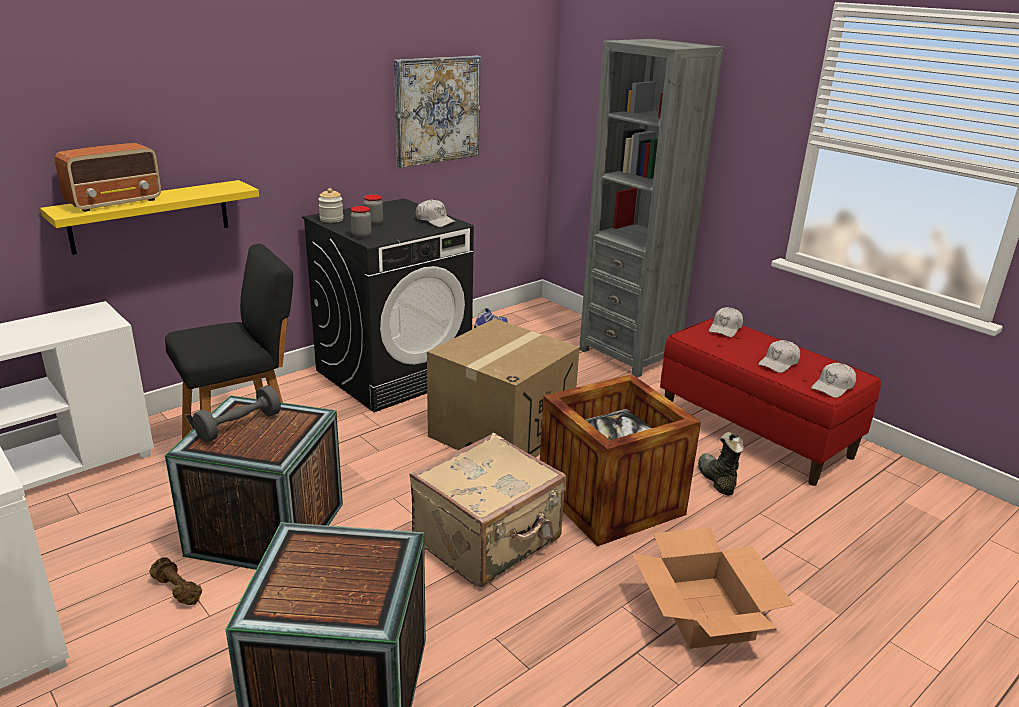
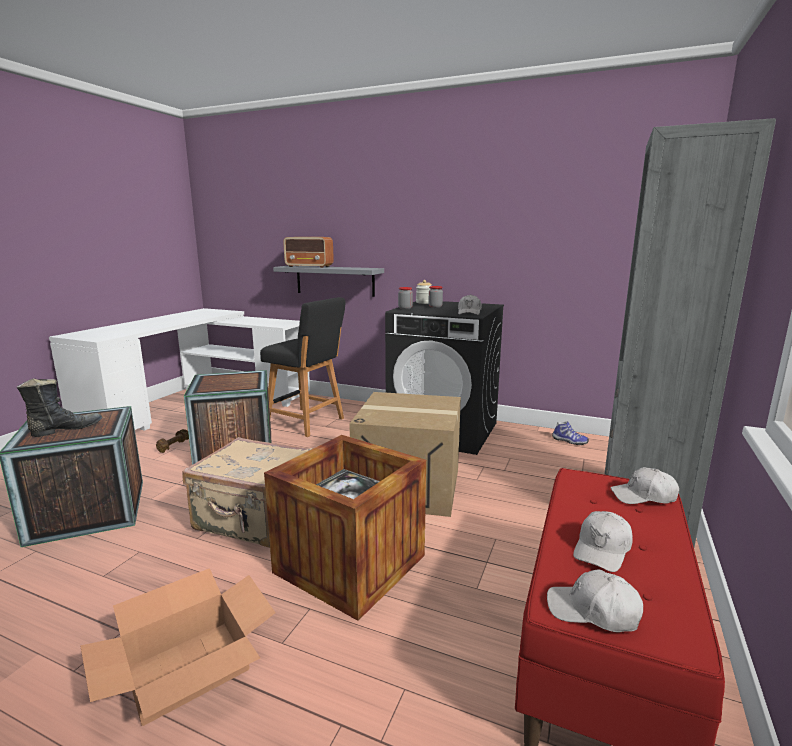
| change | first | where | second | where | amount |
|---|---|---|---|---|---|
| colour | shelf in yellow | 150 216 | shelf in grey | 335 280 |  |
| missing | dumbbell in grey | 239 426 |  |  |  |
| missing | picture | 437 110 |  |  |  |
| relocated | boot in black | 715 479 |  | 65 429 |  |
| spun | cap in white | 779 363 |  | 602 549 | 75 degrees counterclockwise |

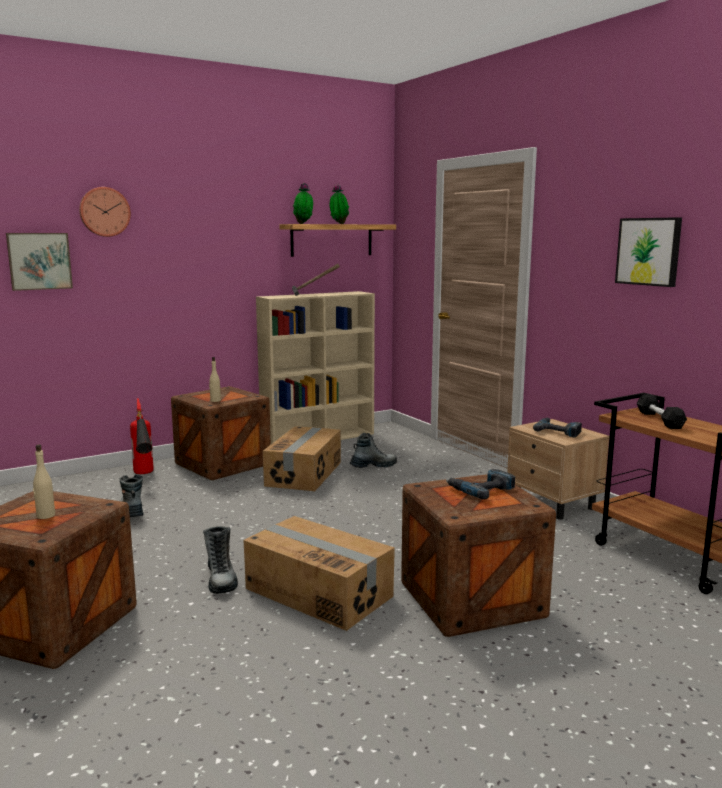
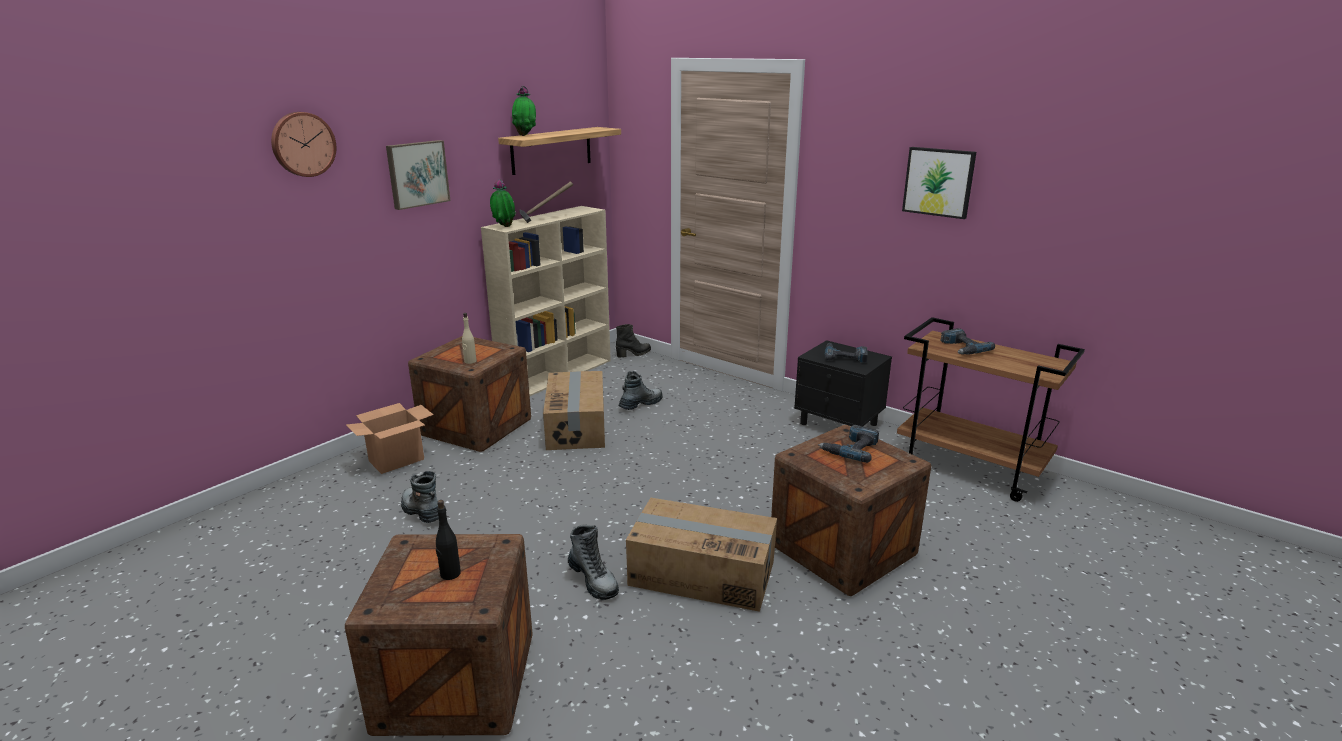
| change | first | where | second | where | amount |
|---|---|---|---|---|---|
| relocated | picture | 39 261 |  | 417 174 |  |
| colour | bottle in beige | 45 516 | bottle in black | 450 574 |  |
| exchanged | fire extinguisher | 144 477 | cardboard box | 397 460 |  |
| relocated | potted plant | 338 224 |  | 504 227 |  |
| colour | nightstand in beige | 554 504 | nightstand in black | 839 424 |  |
| exchanged | dumbbell in black | 659 420 | power drill | 961 348 |  |
| appeared |  |  | boot in black | 634 354 |  |

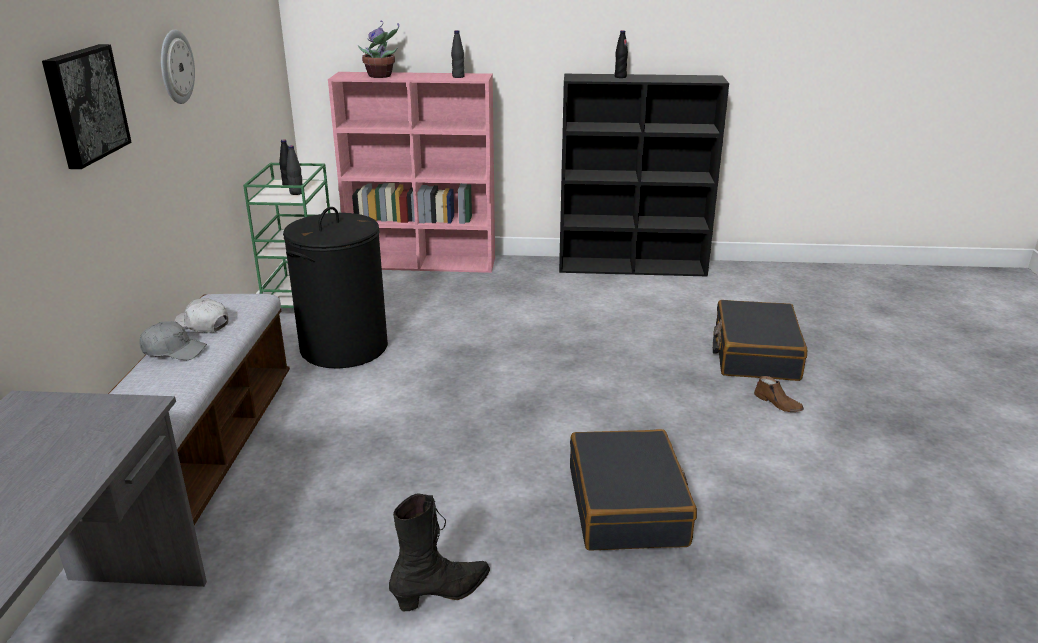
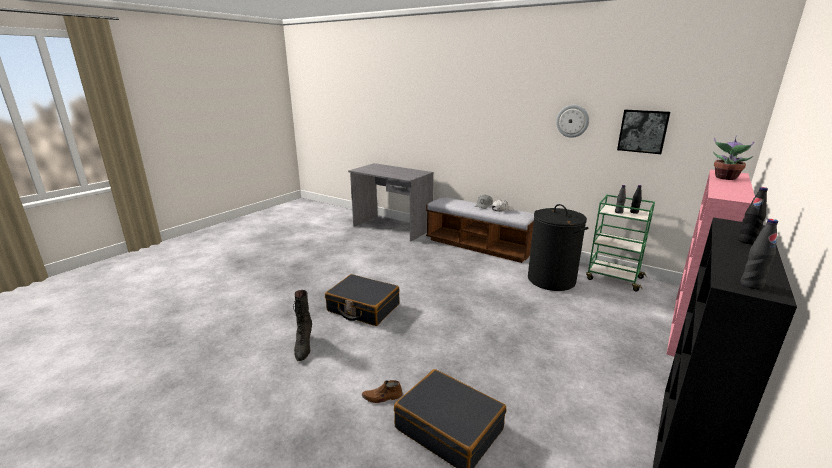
| change | first | where | second | where | amount |
|---|---|---|---|---|---|
| relocated | picture | 84 105 |  | 643 131 |  |
| relocated | boot in black | 443 593 |  | 303 347 |  |
| relocated | bottle in black | 458 77 |  | 751 285 |  |

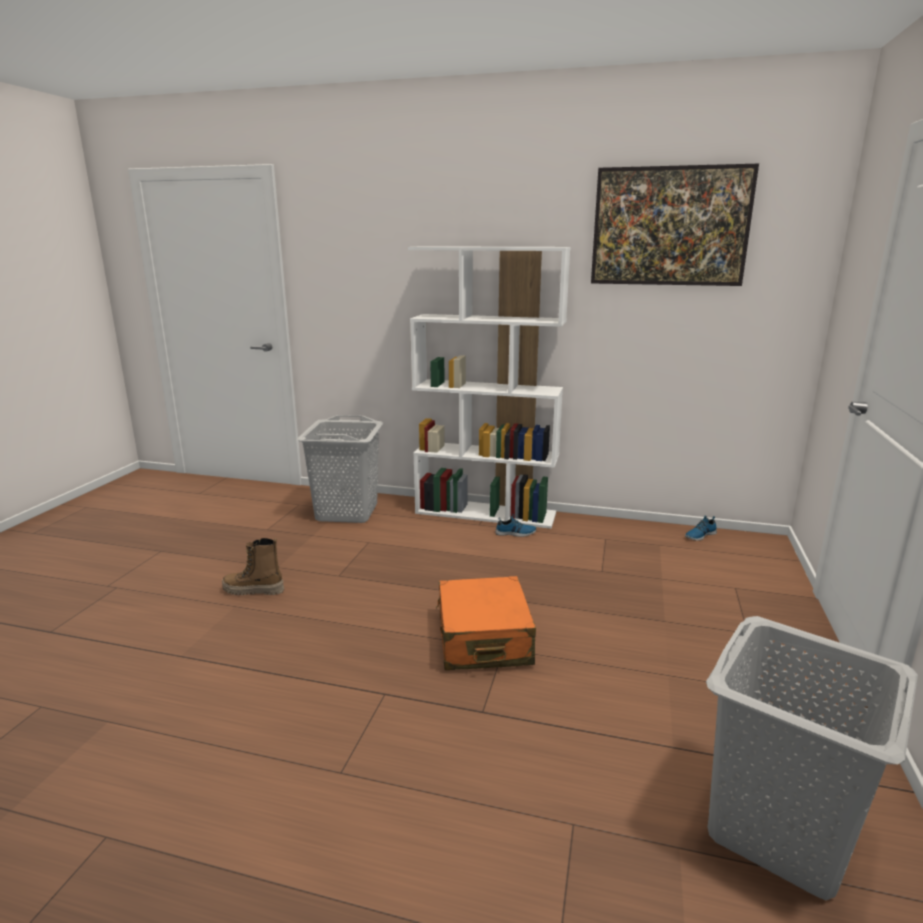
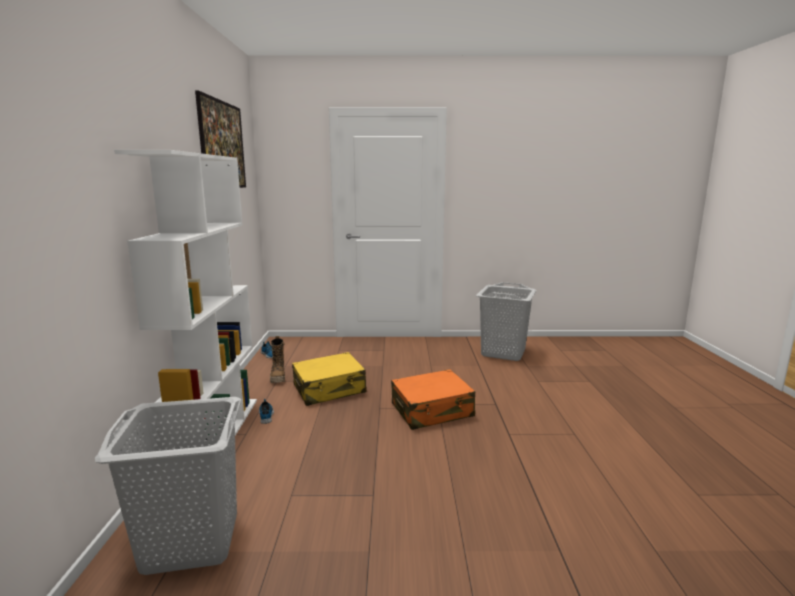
| change | first | where | second | where | amount |
|---|---|---|---|---|---|
| relocated | boot | 253 591 |  | 278 377 |  |
| appeared |  |  | suitcase in yellow | 329 389 |  |

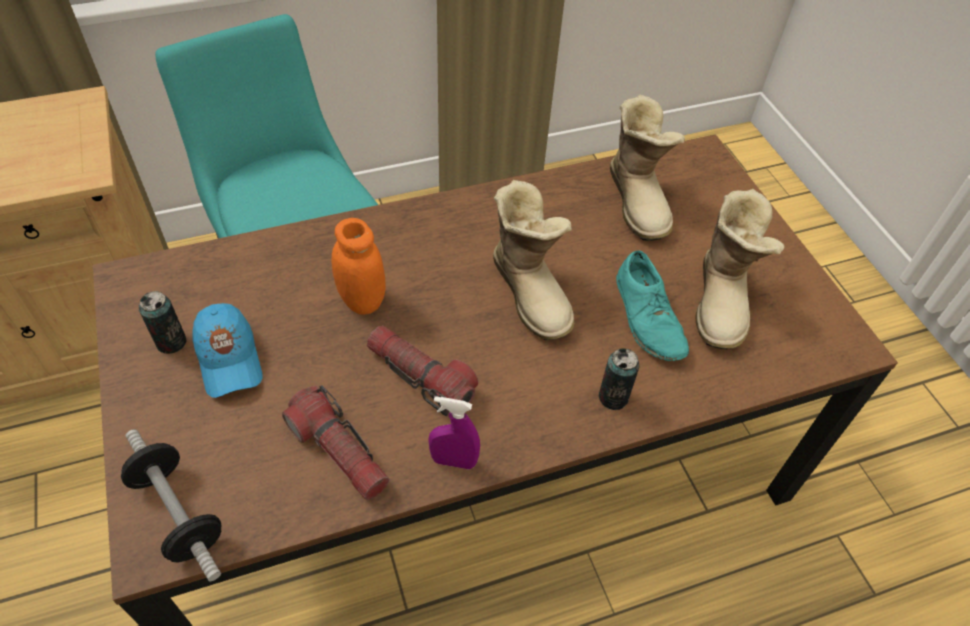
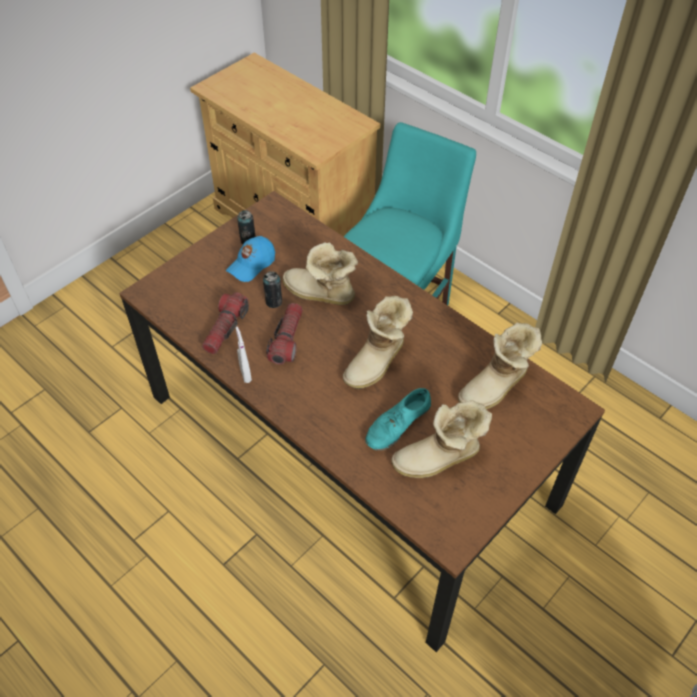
| change | first | where | second | where | amount |
|---|---|---|---|---|---|
| missing | dumbbell | 178 513 |  |  |  |
| exchanged | jar in orange | 362 300 | boot | 320 294 |  |
| colour | spray bottle in purple | 454 461 | spray bottle in white | 245 374 |  |
| relocated | can | 613 397 |  | 274 302 |  |

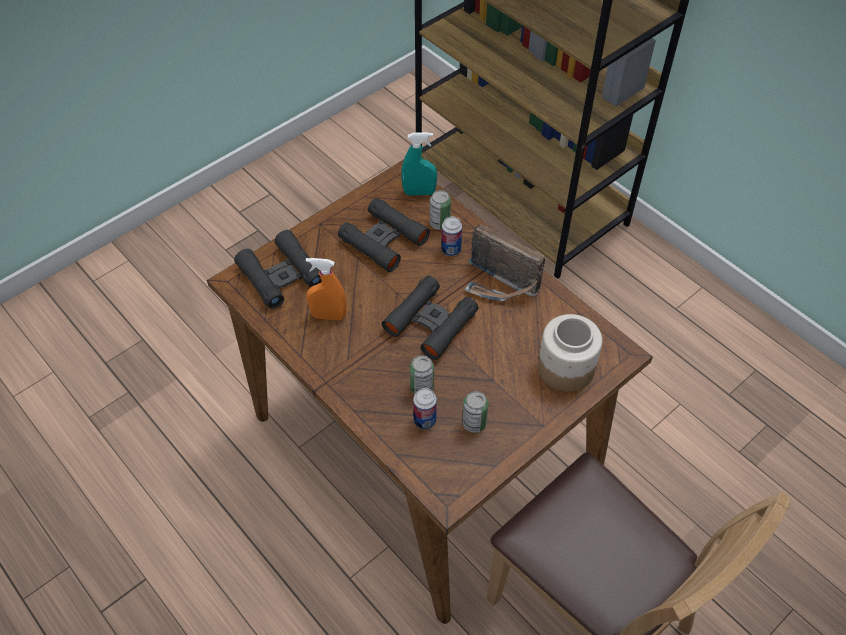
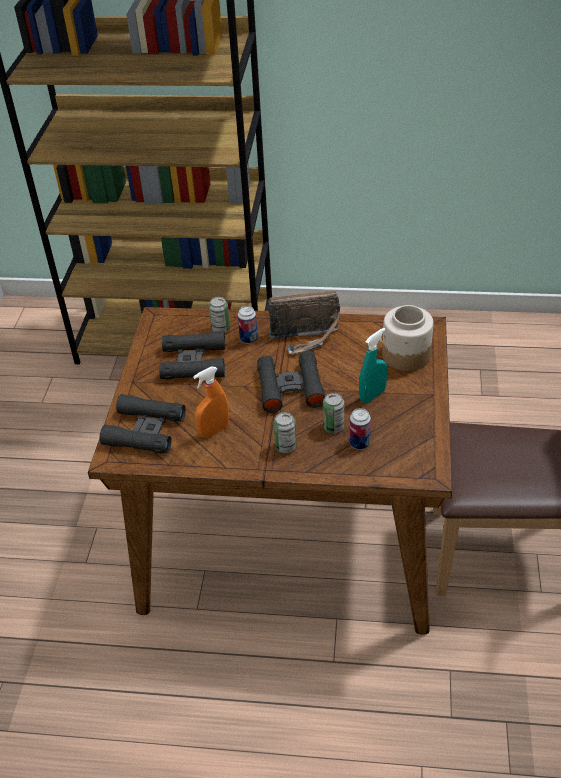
| change | first | where | second | where | amount |
|---|---|---|---|---|---|
| relocated | spray bottle in turquoise | 419 192 |  | 372 395 |  |
| relocated | can | 474 423 |  | 285 447 |  |

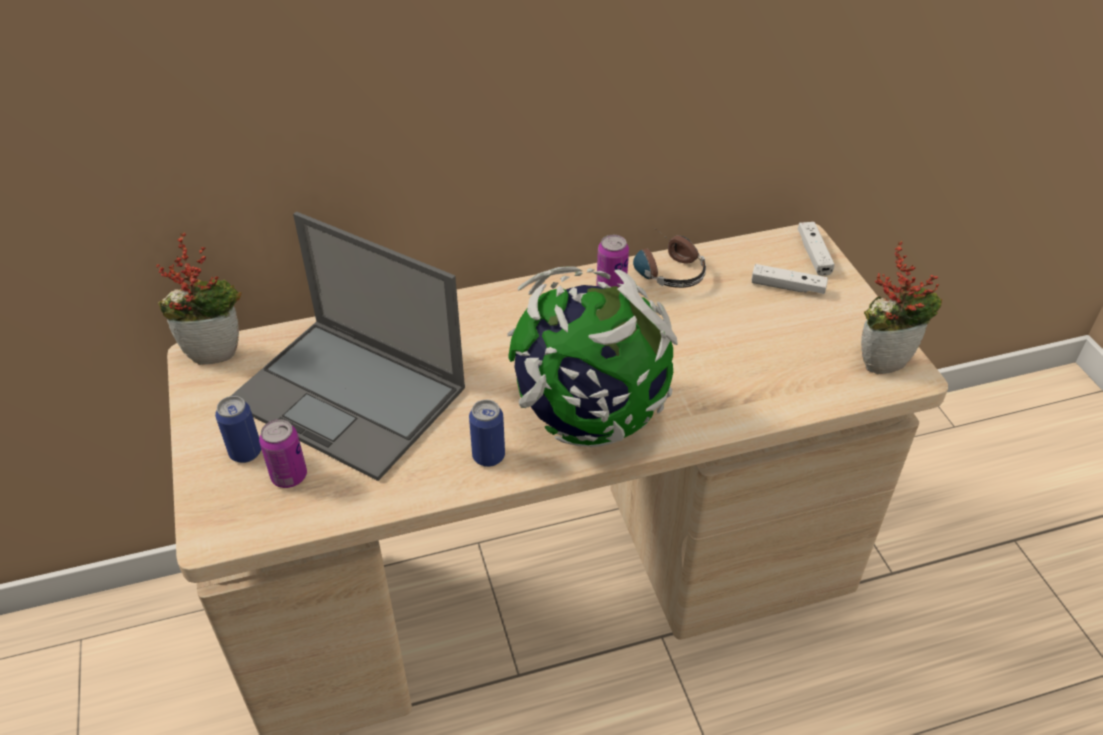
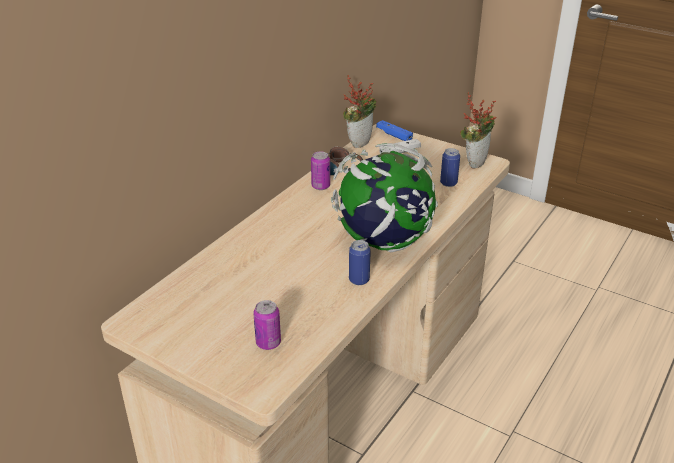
| change | first | where | second | where | amount |
|---|---|---|---|---|---|
| relocated | potted plant | 217 352 |  | 359 142 |  |
| relocated | can | 245 452 |  | 448 183 |  |
| missing | laptop | 350 396 |  |  |  |
| colour | game controller in white | 813 254 | game controller in blue | 394 135 |  |

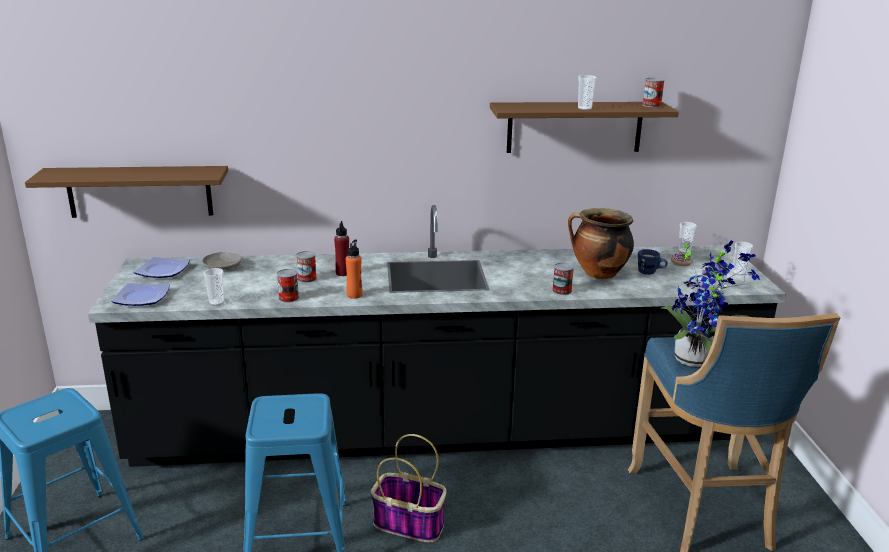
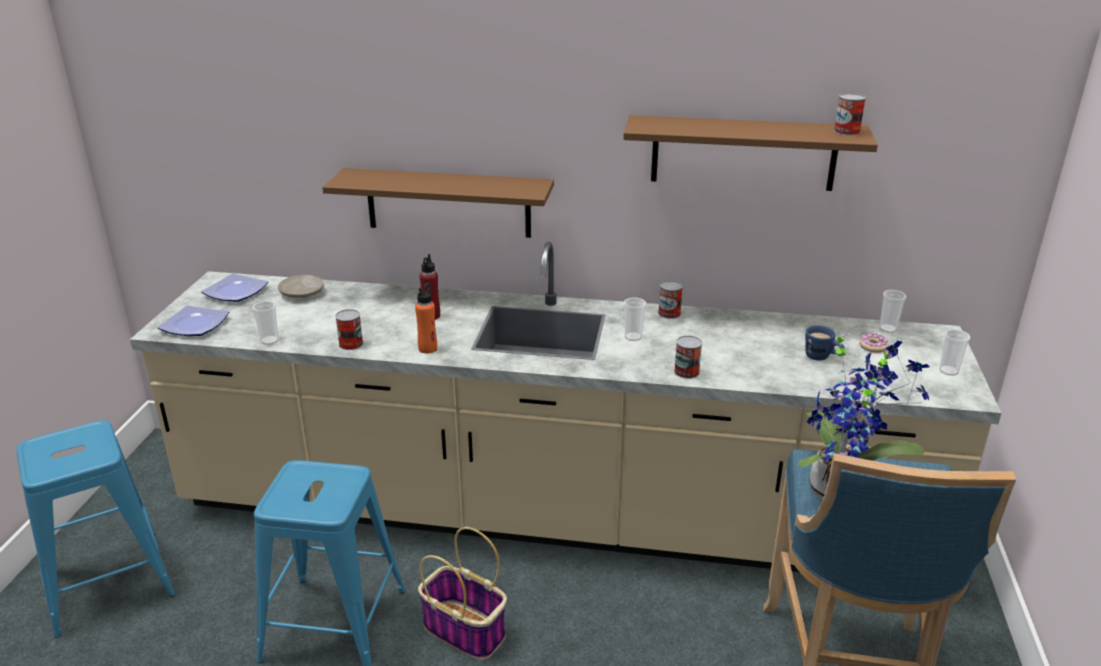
| change | first | where | second | where | amount |
|---|---|---|---|---|---|
| relocated | shelf in brown | 140 191 |  | 448 203 |  |
| colour | counter in black | 442 432 | counter in beige | 550 516 |  |
| relocated | can | 307 279 |  | 669 313 |  |
| missing | cooking pot | 598 274 |  |  |  |
| relocated | cup | 584 108 |  | 633 337 |  |

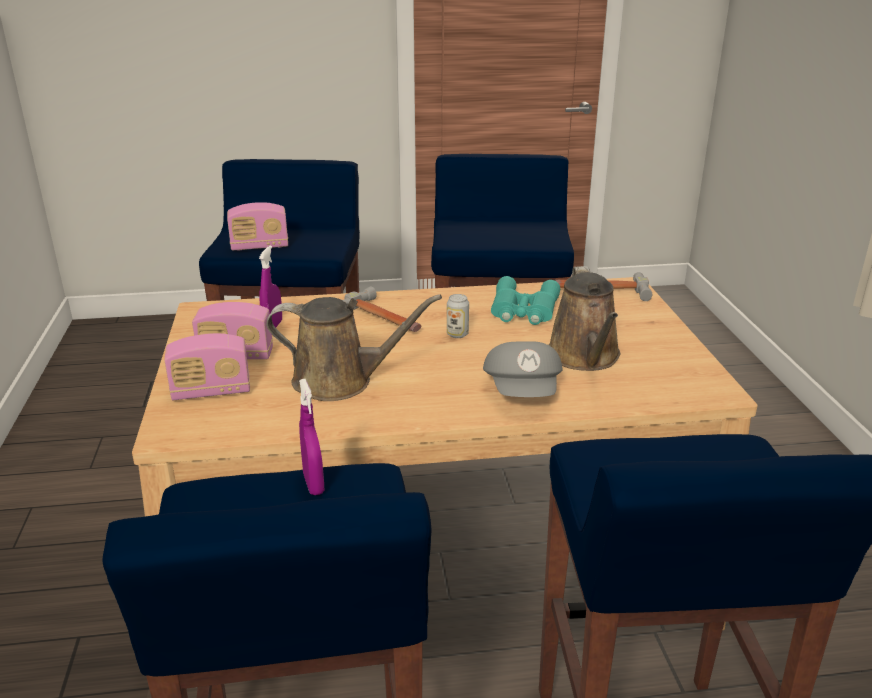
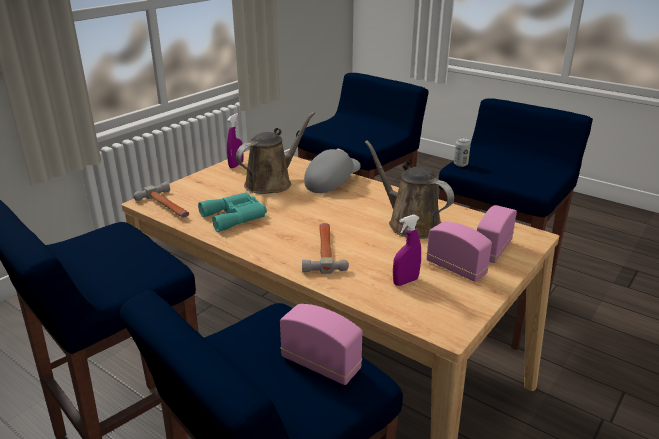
| change | first | where | second | where | amount |
|---|---|---|---|---|---|
| spun | radio | 211 391 |  | 492 250 | 90 degrees counterclockwise |
| relocated | spray bottle in purple | 313 484 |  | 236 165 |  |
| relocated | can | 457 334 |  | 460 164 |  |

